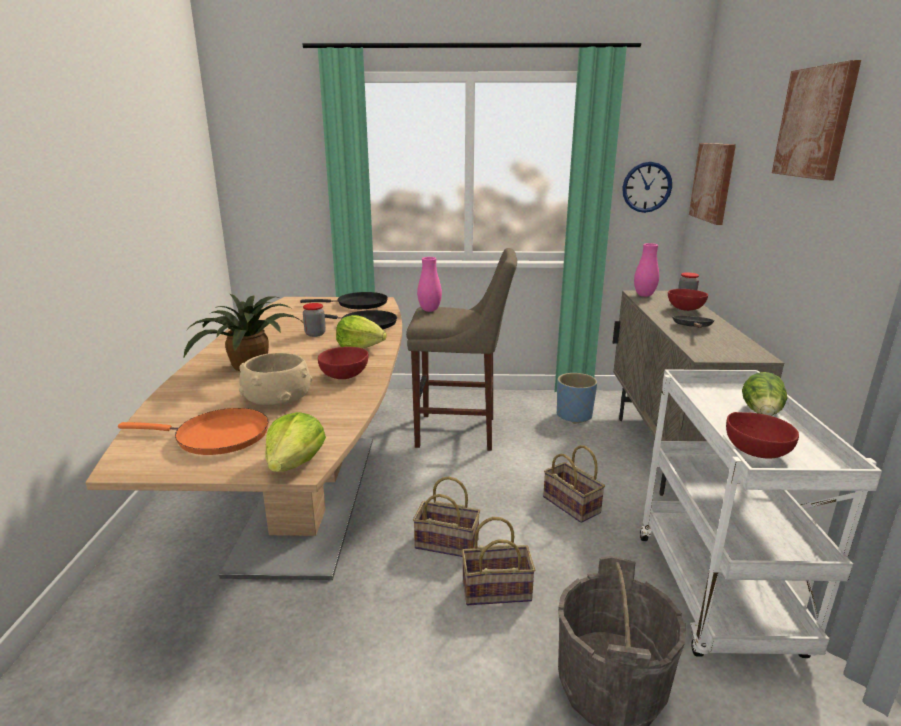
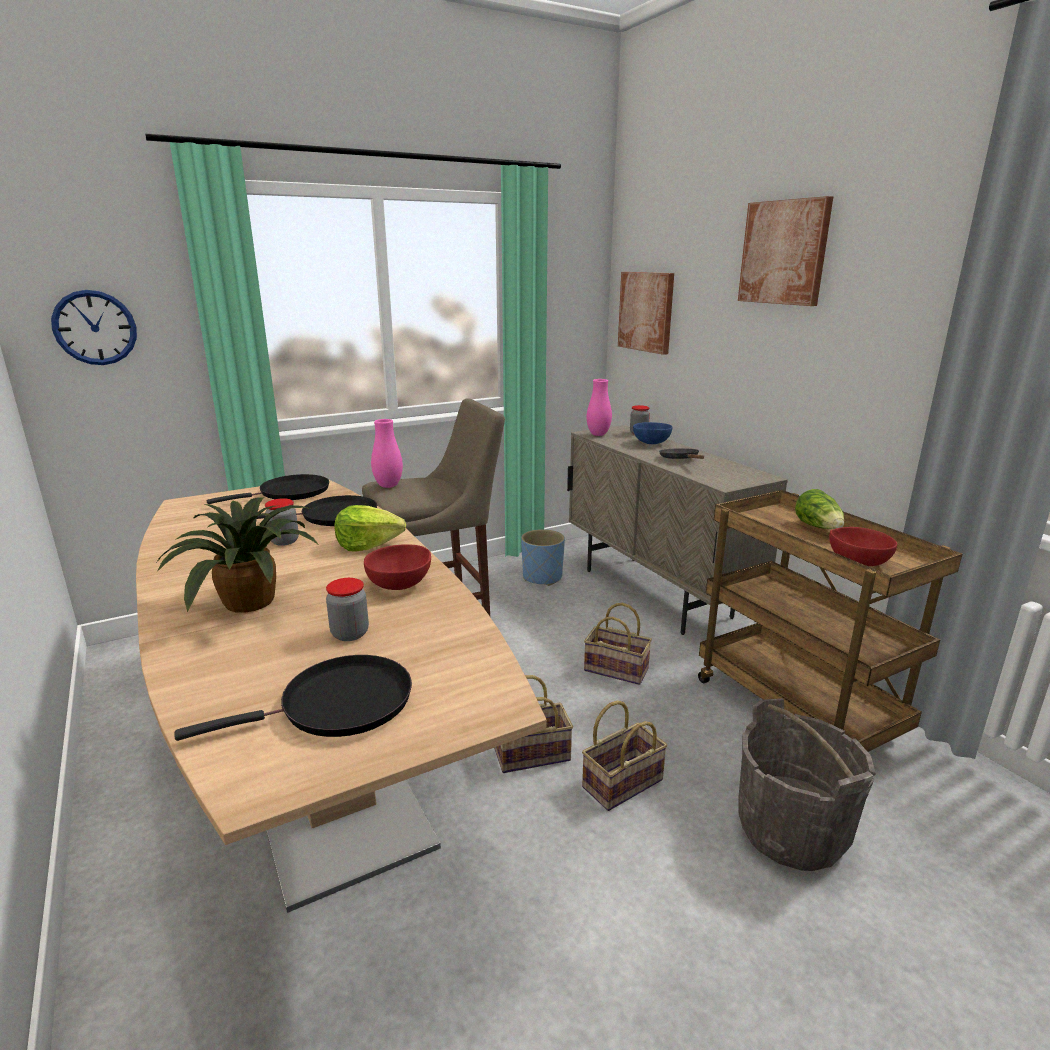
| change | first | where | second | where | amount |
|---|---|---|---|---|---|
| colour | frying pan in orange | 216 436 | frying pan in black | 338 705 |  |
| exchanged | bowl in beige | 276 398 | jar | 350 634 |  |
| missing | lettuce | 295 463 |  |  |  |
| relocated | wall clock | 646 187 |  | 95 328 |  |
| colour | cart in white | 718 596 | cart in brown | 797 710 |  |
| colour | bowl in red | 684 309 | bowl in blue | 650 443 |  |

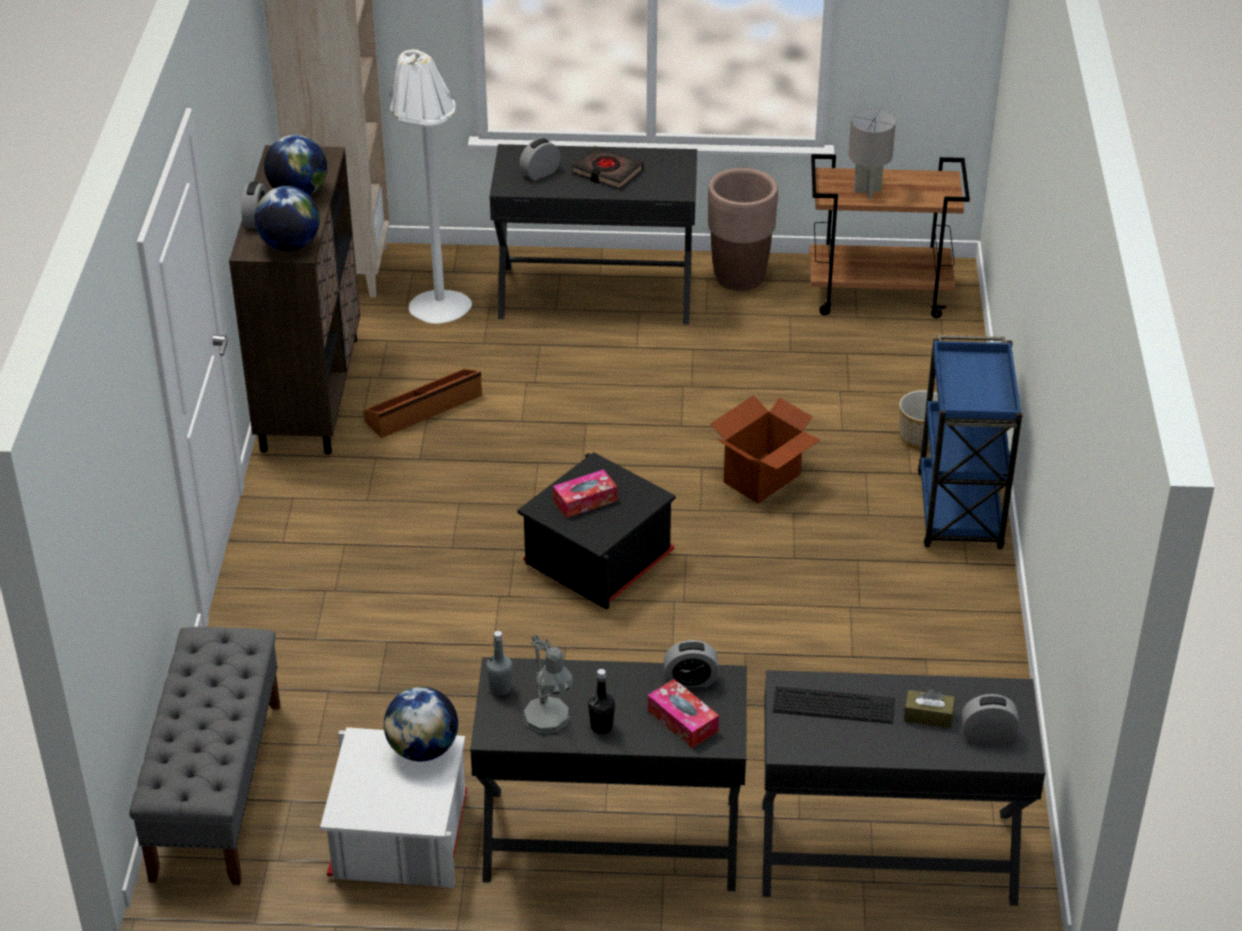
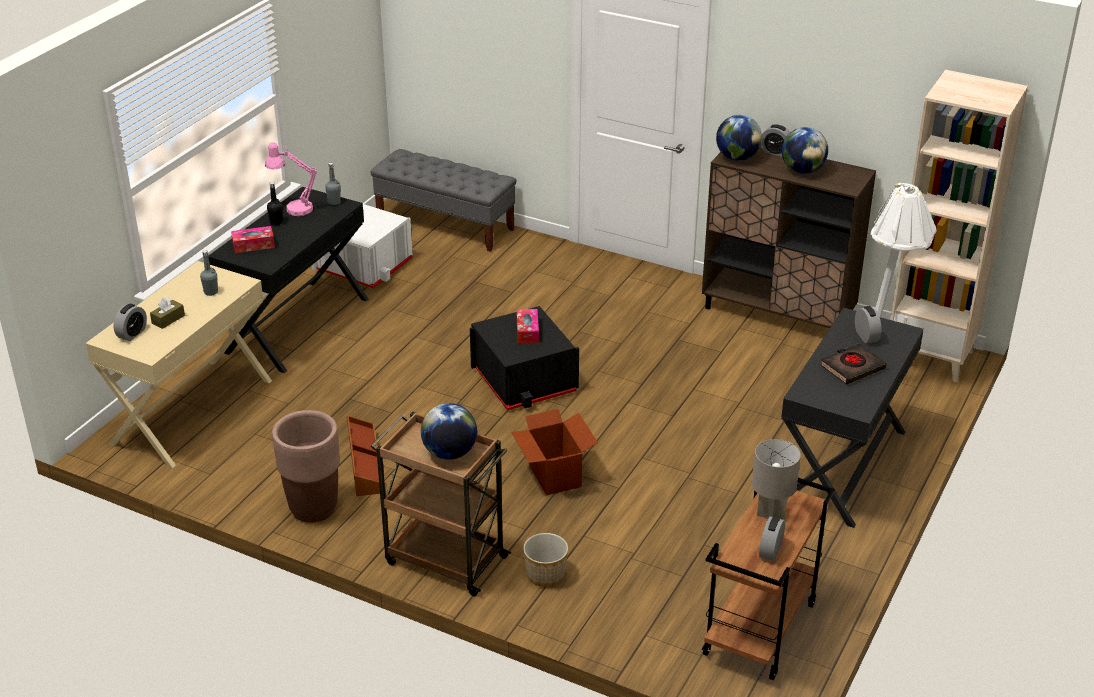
| change | first | where | second | where | amount |
|---|---|---|---|---|---|
| relocated | storage box in brown | 424 409 |  | 364 463 |  |
| relocated | globe | 423 749 |  | 449 453 |  |
| colour | table lamp in grey | 549 725 | table lamp in pink | 293 209 |  |
| relocated | alarm clock | 690 680 |  | 770 551 |  |
| relocated | planter in brown | 739 278 |  | 313 508 |  |
| colour | desk in black | 887 854 | desk in beige | 192 411 |  |
| exchanged | keyboard | 833 705 | bottle in grey | 211 292 |  |
| colour | cart in blue | 959 513 | cart in brown | 444 559 |  |

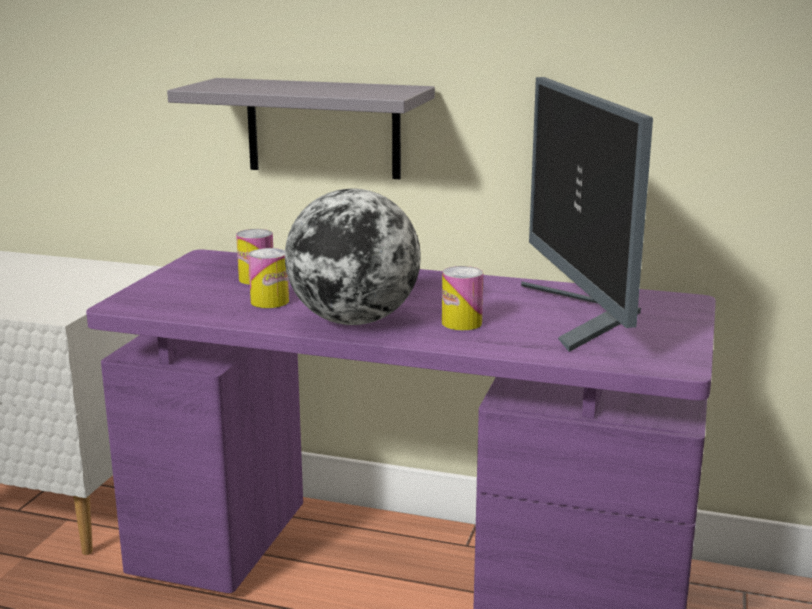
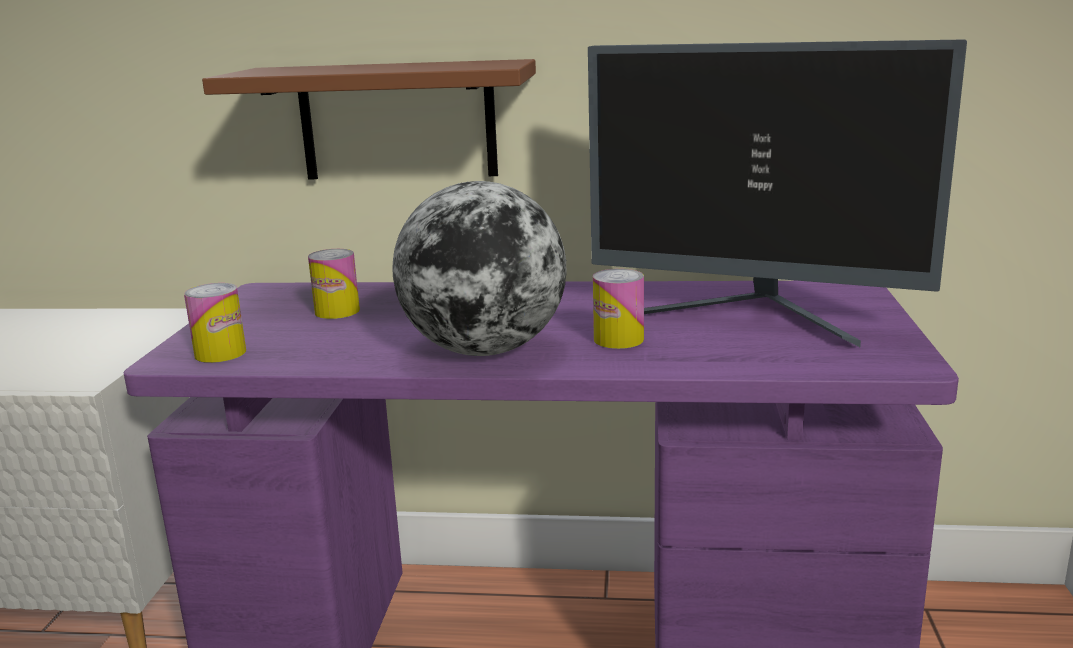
| change | first | where | second | where | amount |
|---|---|---|---|---|---|
| colour | shelf in grey | 323 128 | shelf in brown | 397 121 |  |
| relocated | can | 269 301 |  | 220 353 |  |
| spun | monitor | 583 316 |  | 754 317 | 45 degrees counterclockwise |

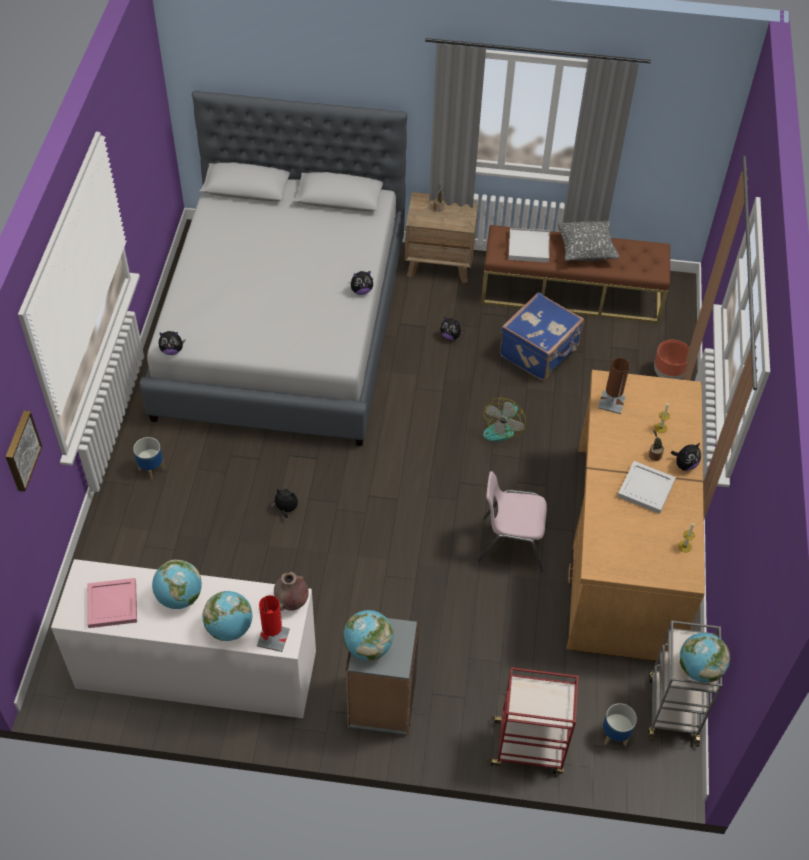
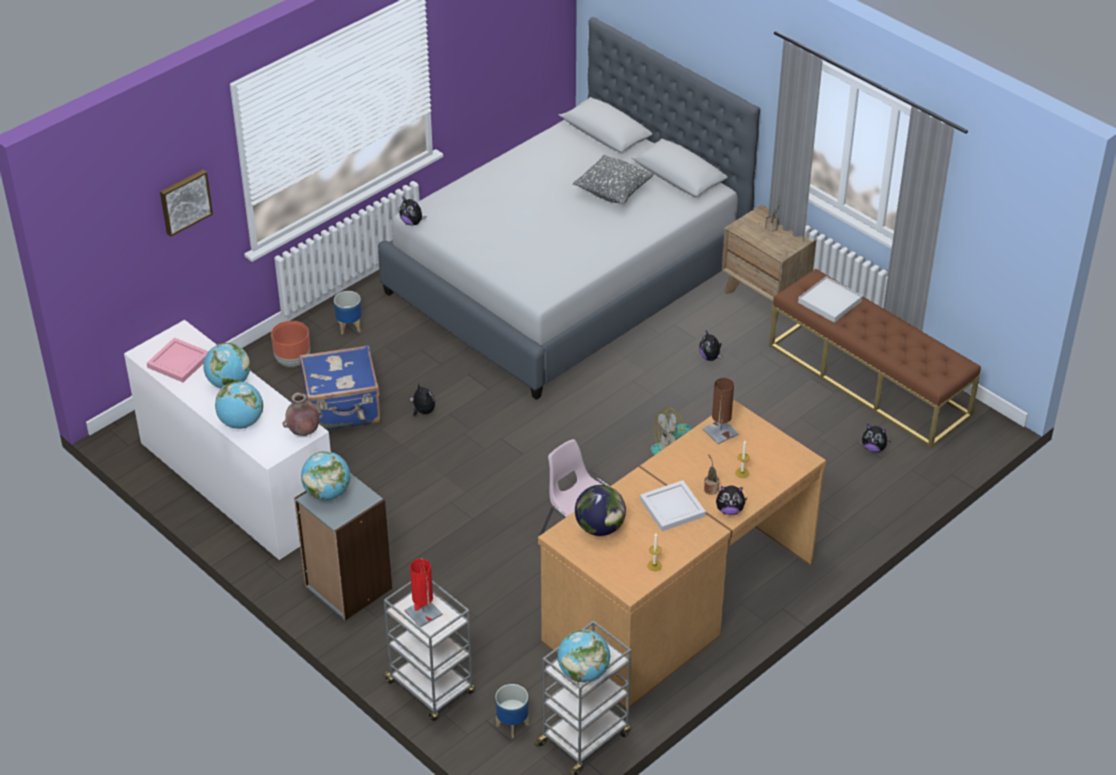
| change | first | where | second | where | amount |
|---|---|---|---|---|---|
| relocated | table lamp in red | 273 637 |  | 423 613 |  |
| relocated | plush toy | 361 291 |  | 873 448 |  |
| colour | cart in red | 529 747 | cart in grey | 431 688 |  |
| relocated | suitcase in blue | 540 352 |  | 343 409 |  |
| relocated | pillow in grey | 586 251 |  | 613 192 |  |
| relocated | planter in brown | 668 374 |  | 293 361 |  |
| appeared |  |  | globe | 599 528 |  |

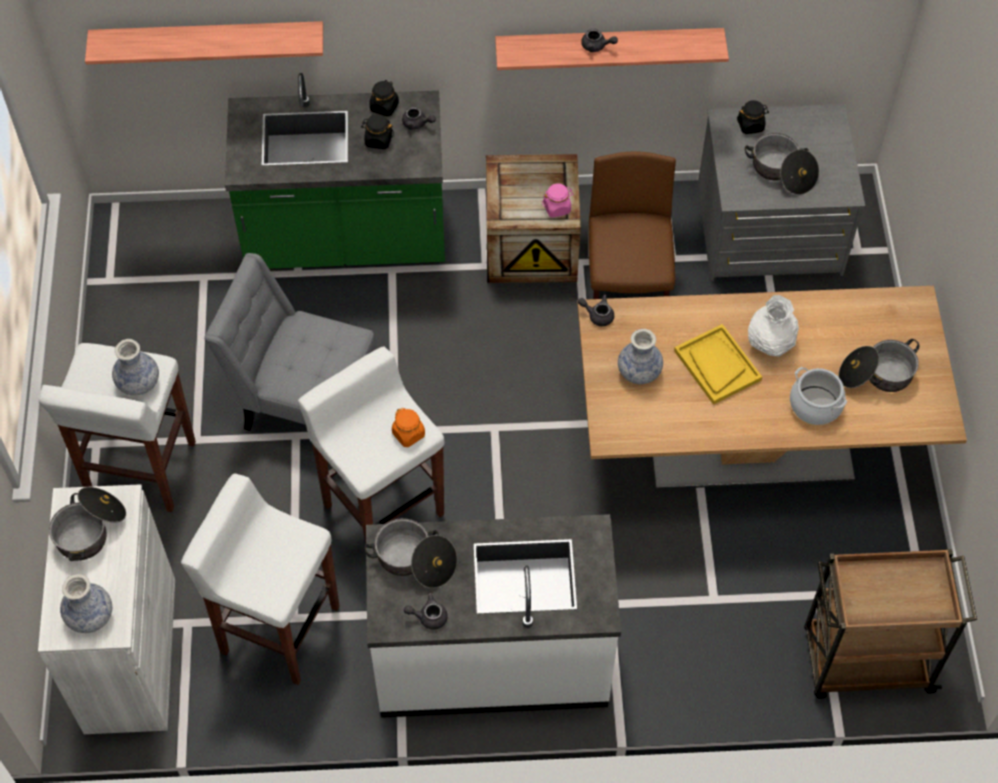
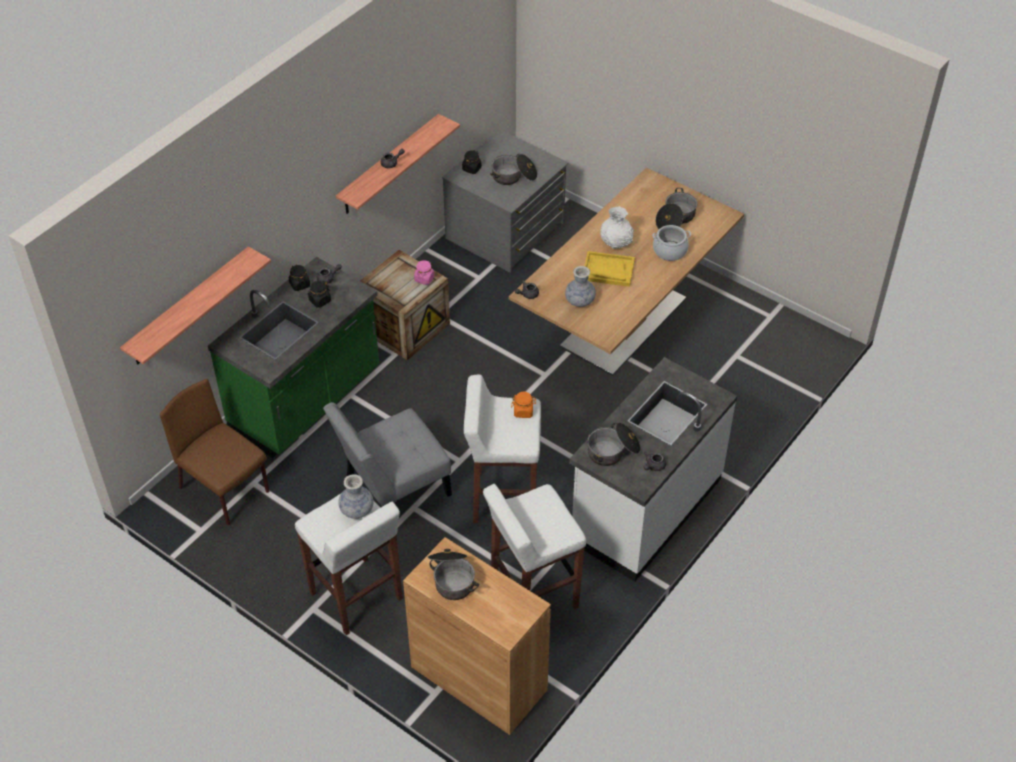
| change | first | where | second | where | amount |
|---|---|---|---|---|---|
| colour | cabinet in white | 130 655 | cabinet in brown | 478 678 |  |
| missing | vase | 90 616 |  |  |  |
| relocated | chair in brown | 626 289 |  | 225 490 |  |
| missing | cart in brown | 864 661 |  |  |  |

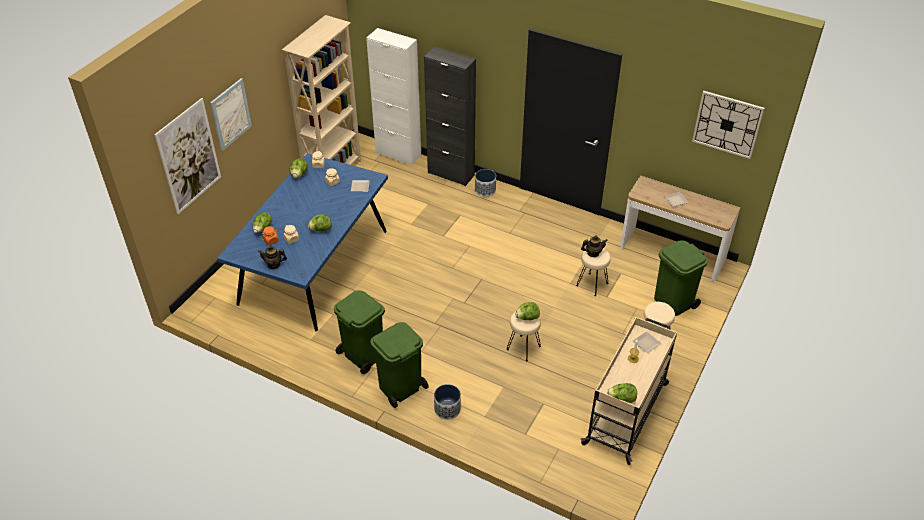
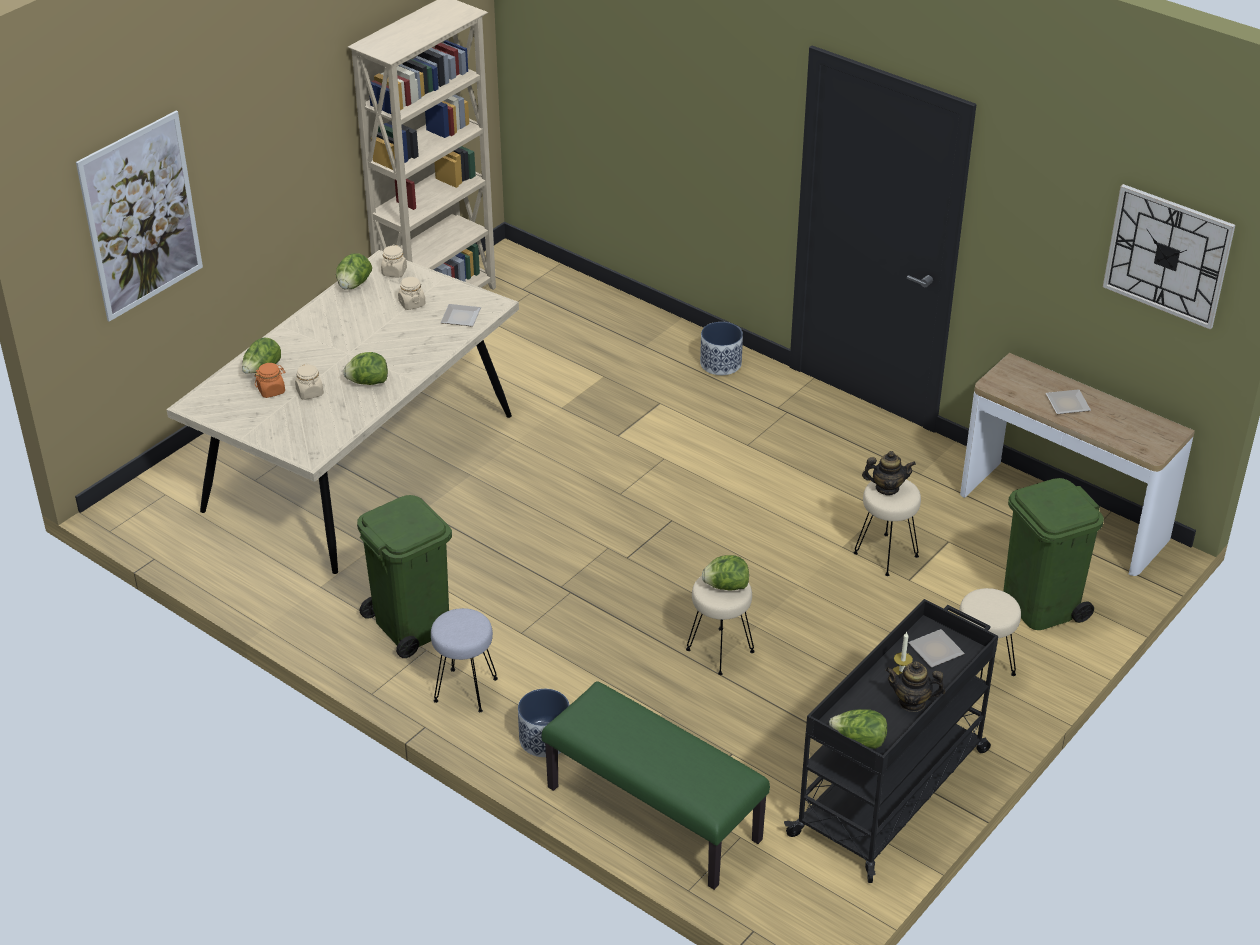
| change | first | where | second | where | amount |
|---|---|---|---|---|---|
| missing | picture | 230 114 |  |  |  |
| colour | dining table in blue | 314 267 | dining table in beige | 360 463 |  |
| relocated | teapot | 274 264 |  | 912 702 |  |
| missing | cabinet in white | 398 154 |  |  |  |
| exchanged | trash can in green | 400 388 | stool in grey | 465 691 |  |
| missing | cabinet in black | 451 174 |  |  |  |
| colour | cart in beige | 626 412 | cart in black | 892 791 |  |
| appeared |  |  | bench in green | 652 814 |  |

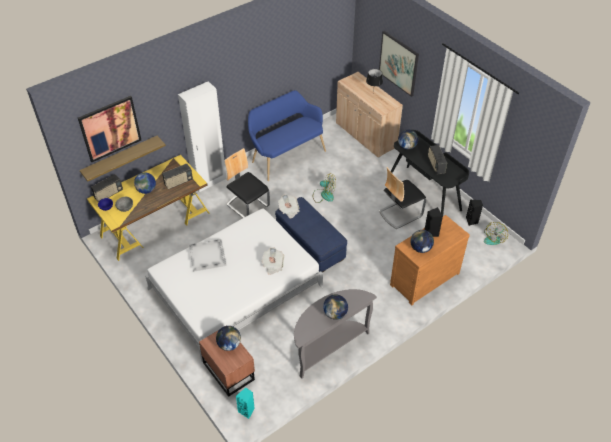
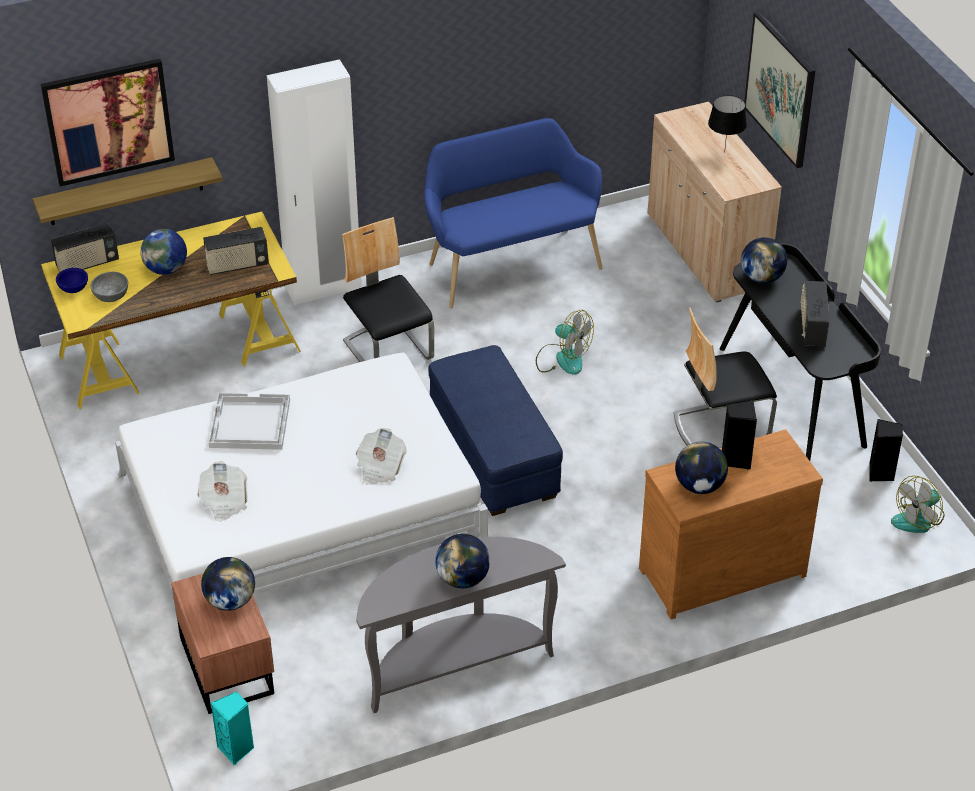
| change | first | where | second | where | amount |
|---|---|---|---|---|---|
| relocated | newspaper | 289 210 |  | 224 502 |  |

